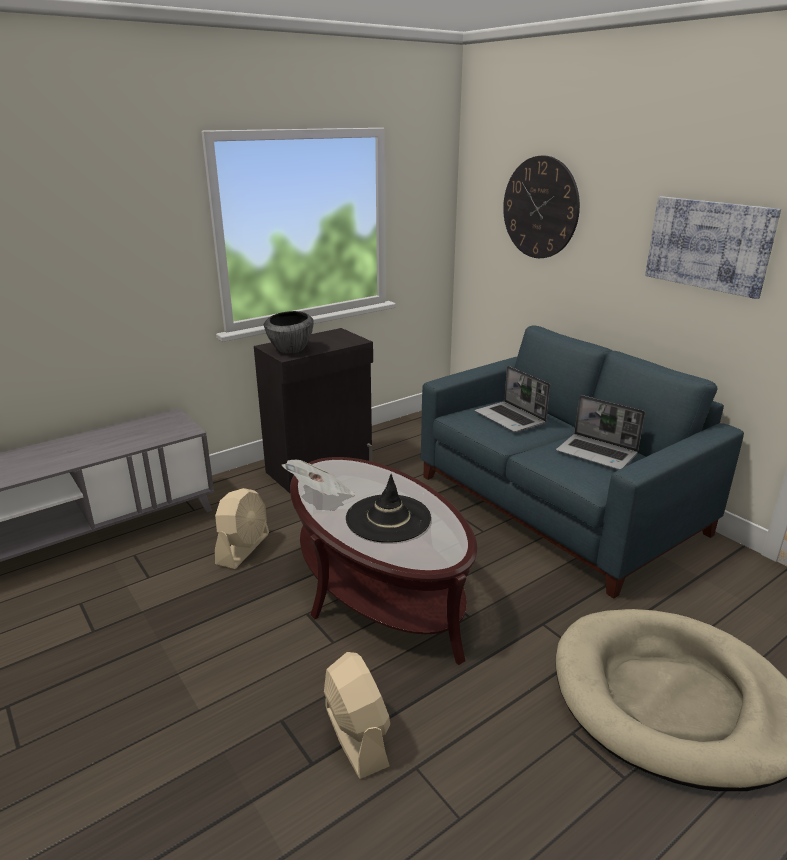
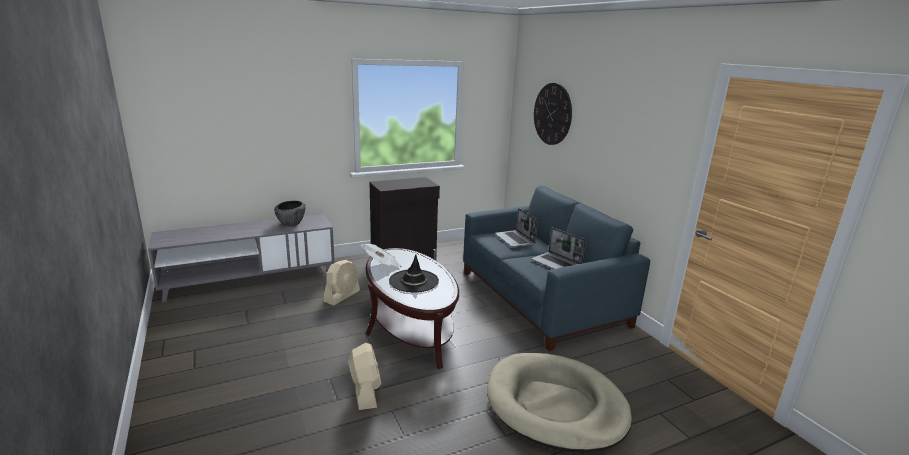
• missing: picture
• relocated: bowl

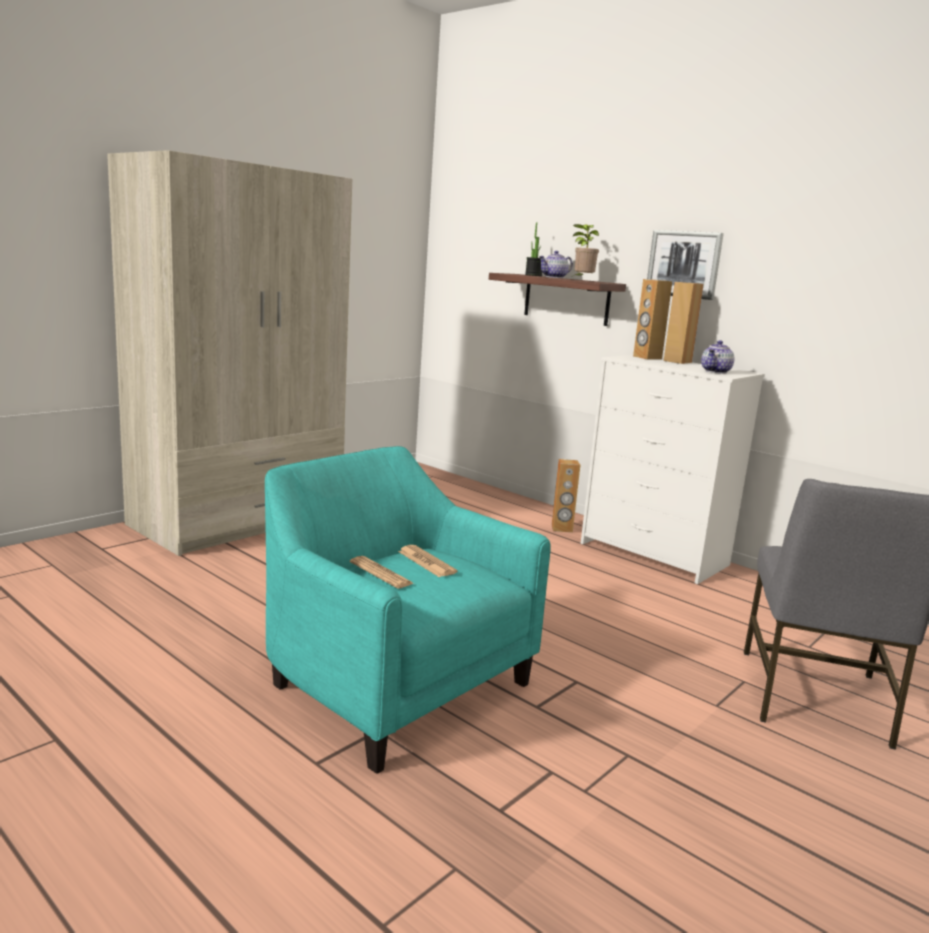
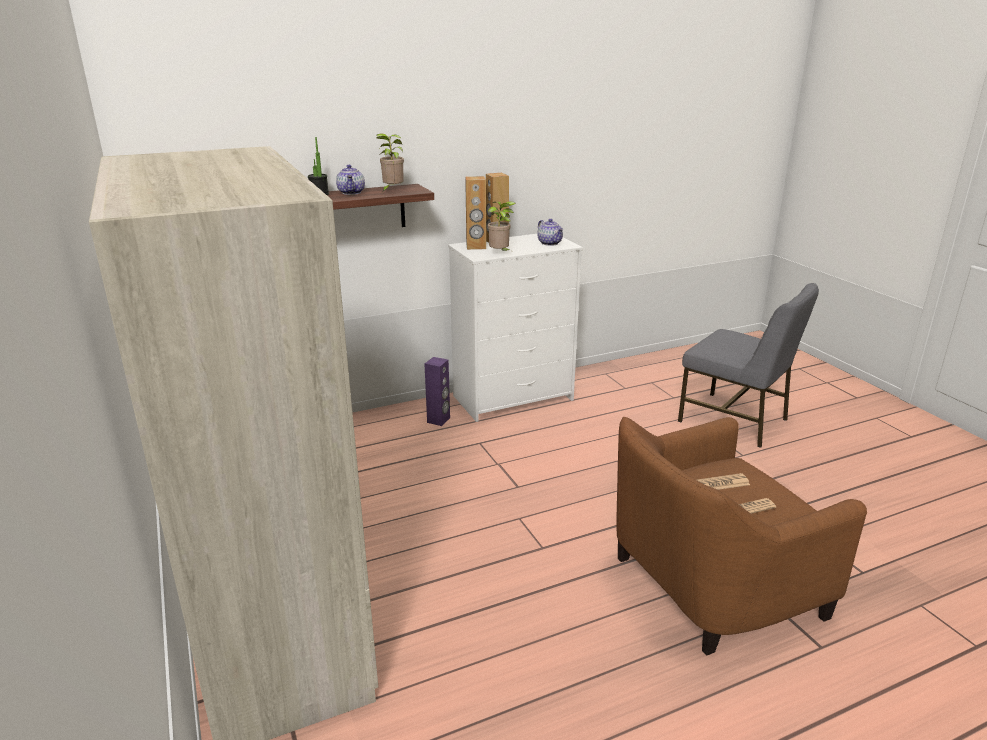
• missing: picture
• appeared: potted plant (no. 3 from left)
• colour: turquoise armchair to brown armchair
• colour: brown speaker (no. 1 from left) to purple speaker

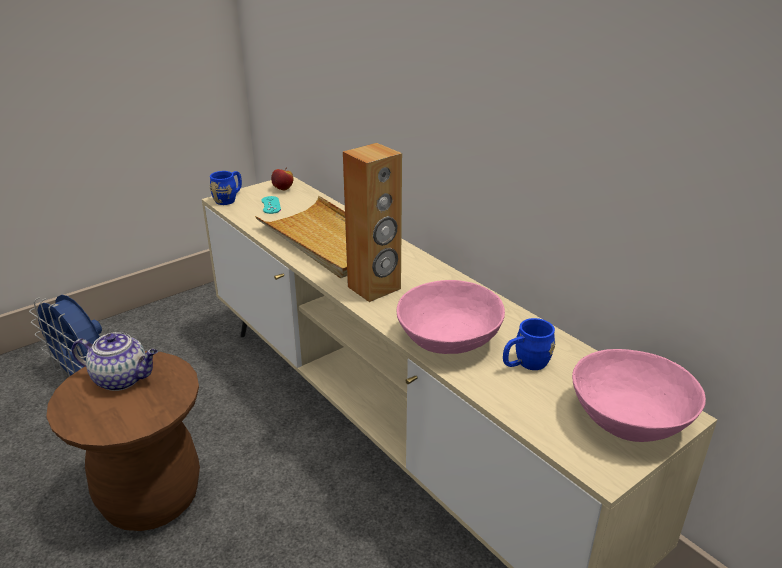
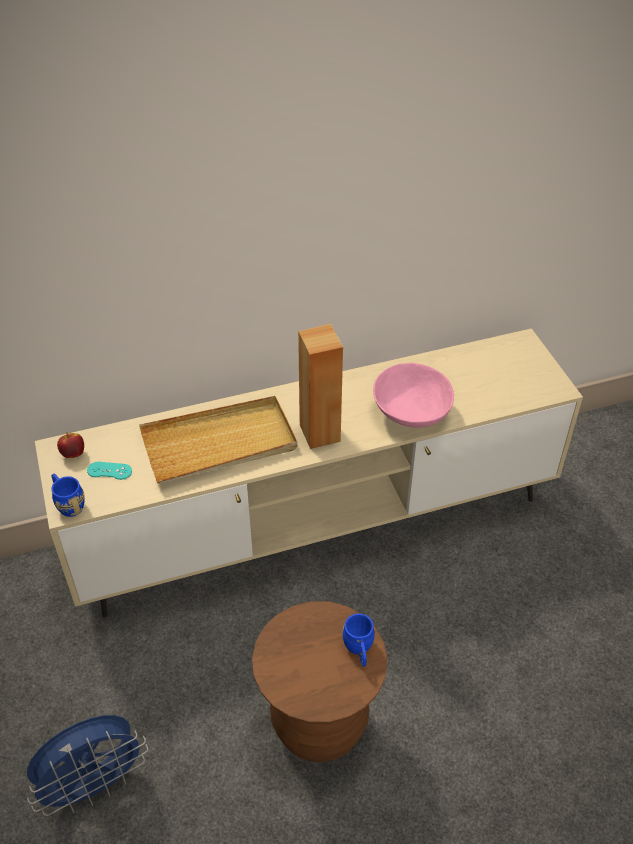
• missing: teapot
• missing: pink bowl (no. 2 from left)
• relocated: blue mug (no. 2 from left)

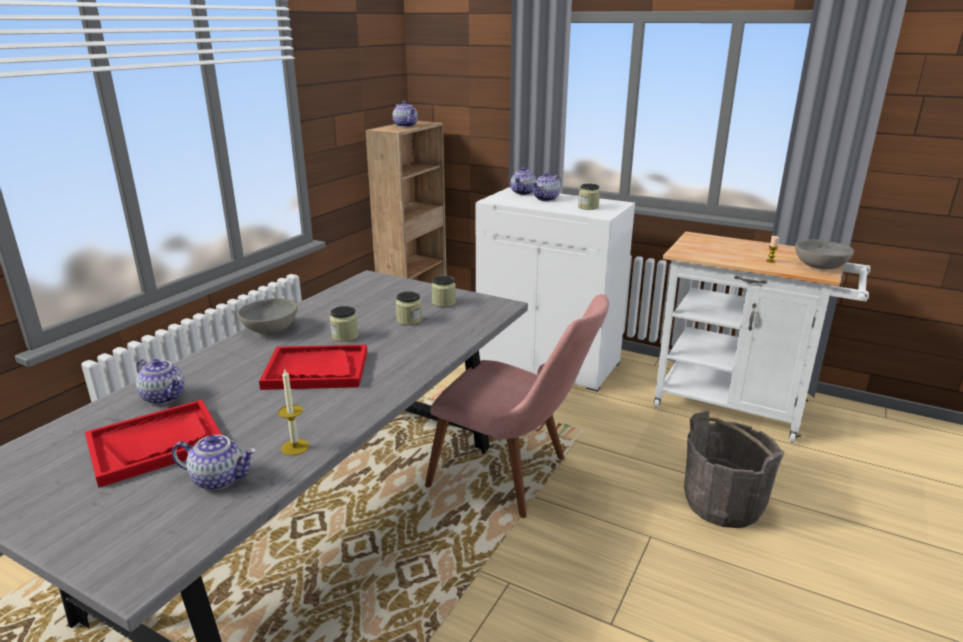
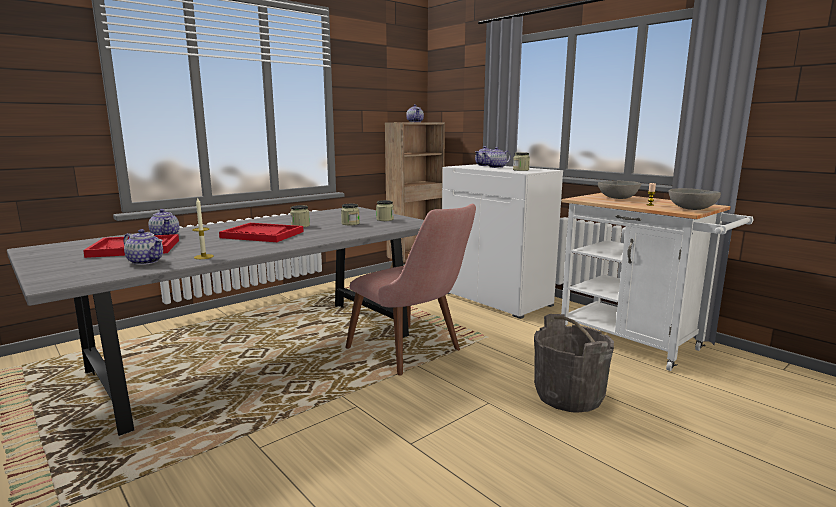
• relocated: grey bowl (no. 1 from left)

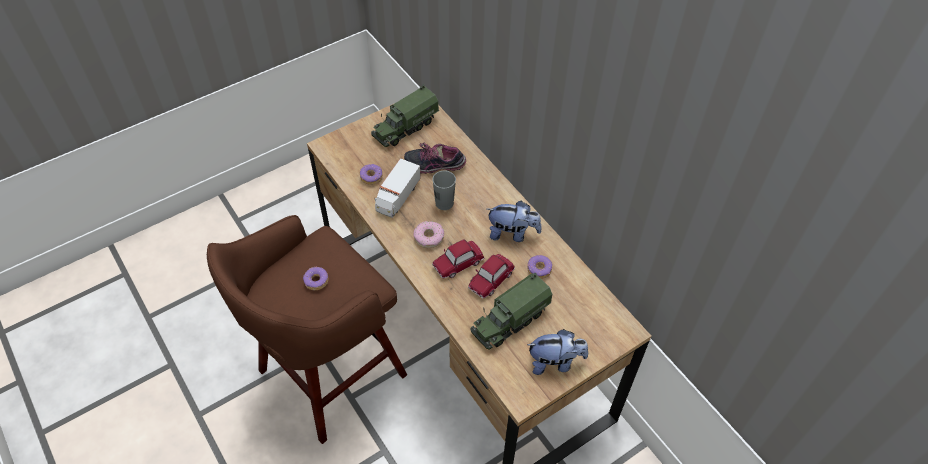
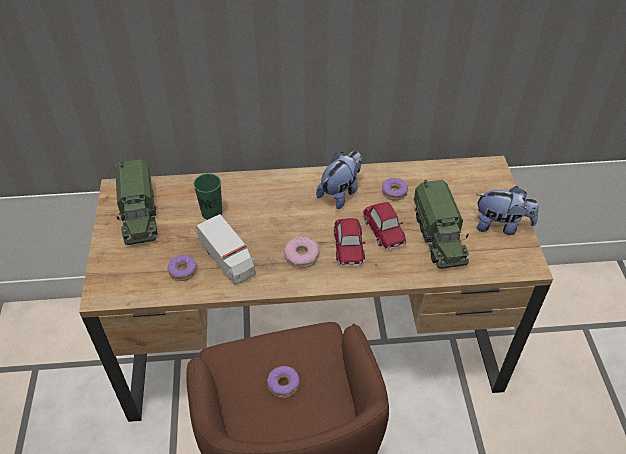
• missing: grey cup
• exchanged: shoe to green cup
• spun: plush toy (no. 2 from left) 75 degrees clockwise

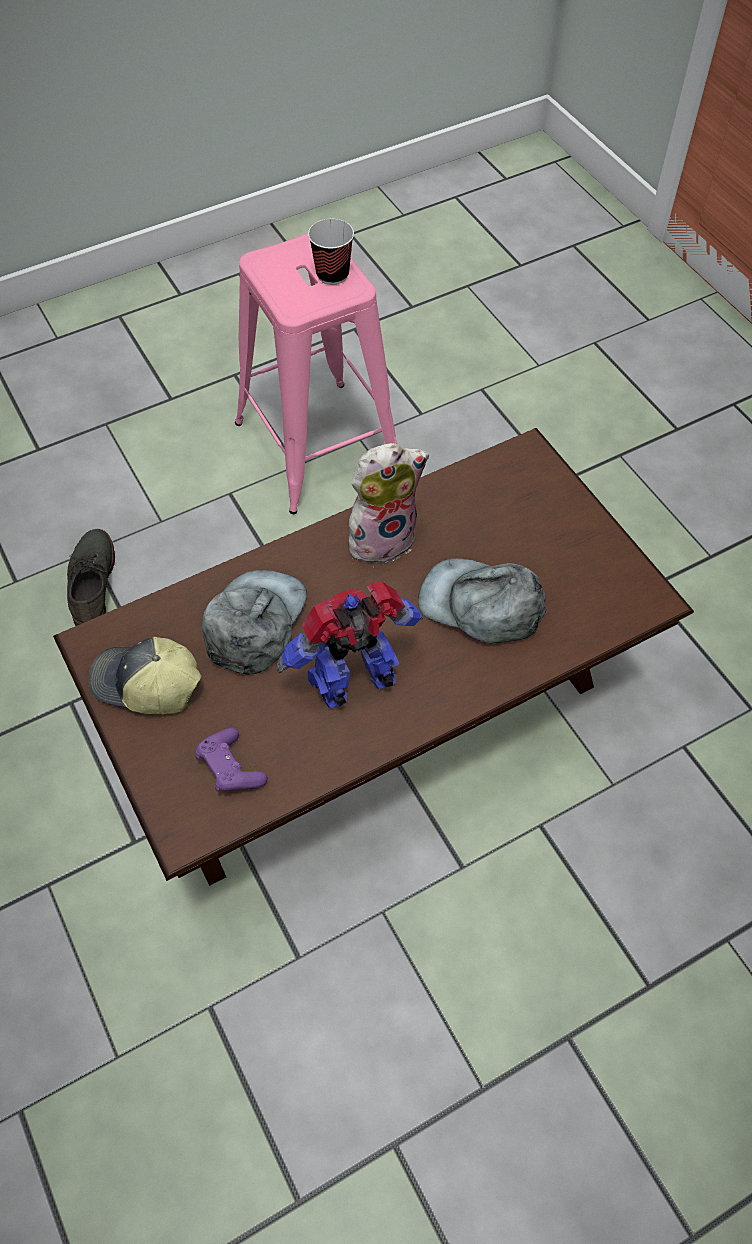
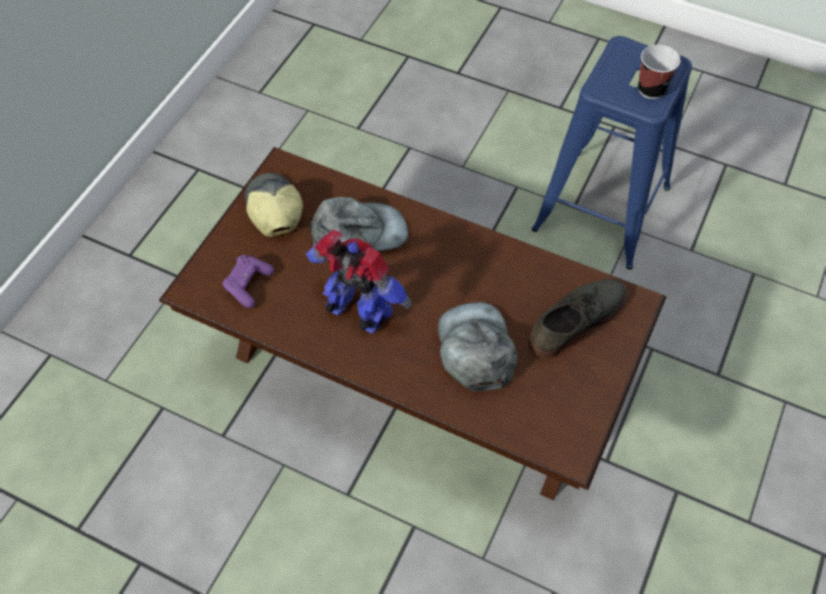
• missing: plush toy
• relocated: grey shoe
• colour: pink stool to blue stool

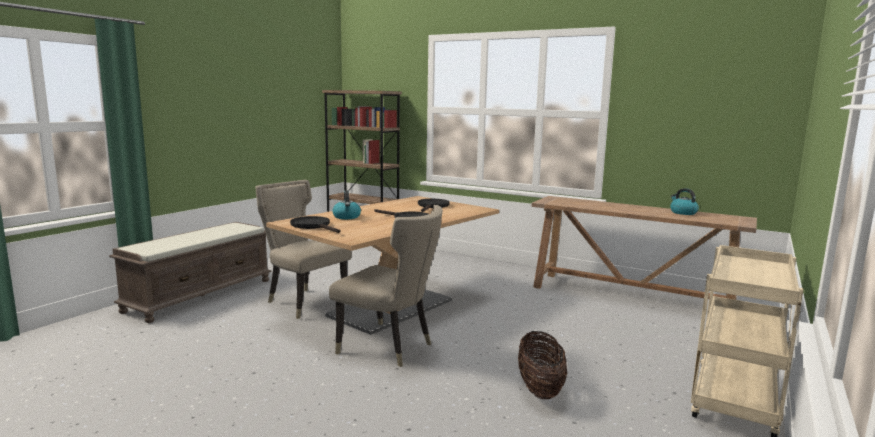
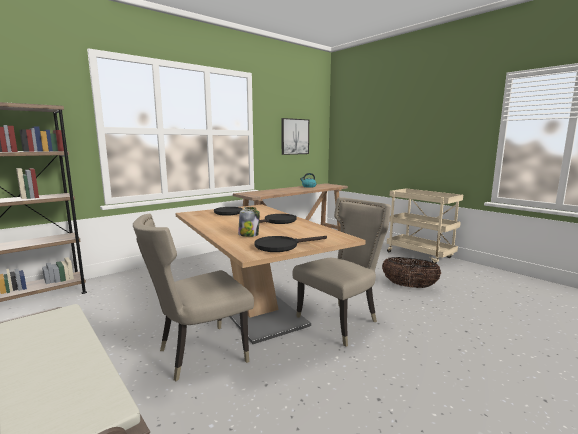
• appeared: picture
• exchanged: kettle (no. 1 from left) to jar

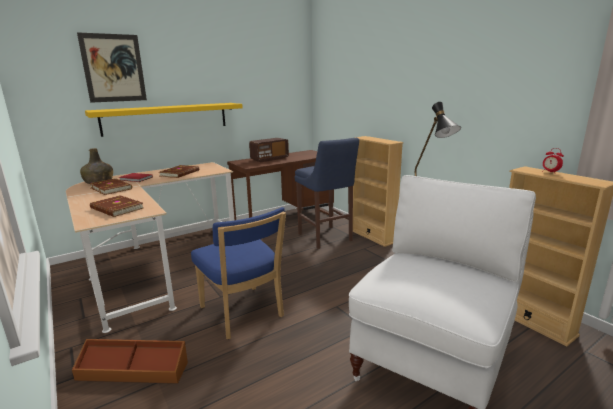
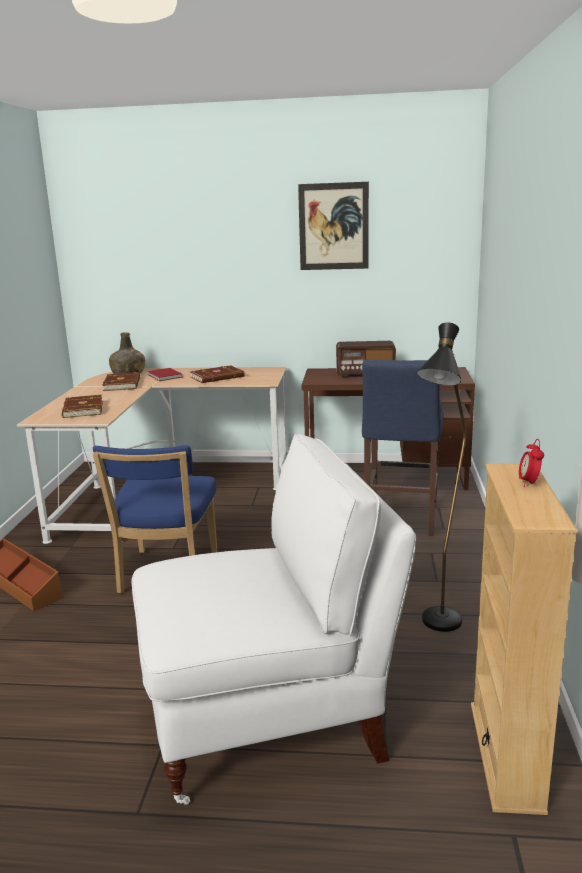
• missing: yellow shelf
• missing: beige bookcase (no. 1 from left)
• relocated: picture

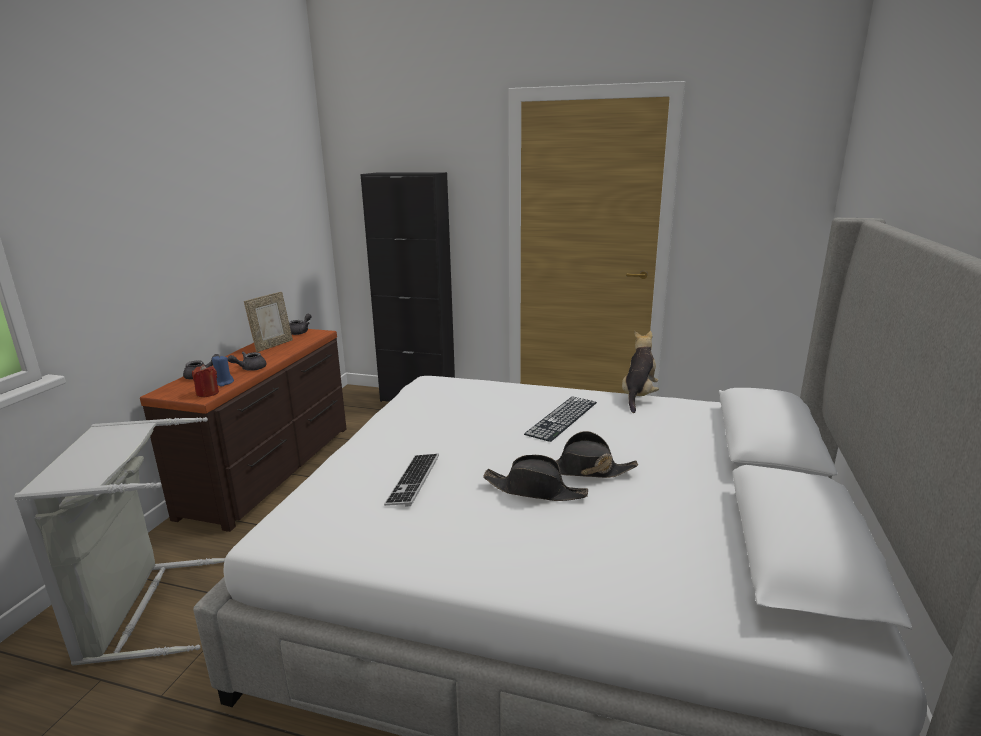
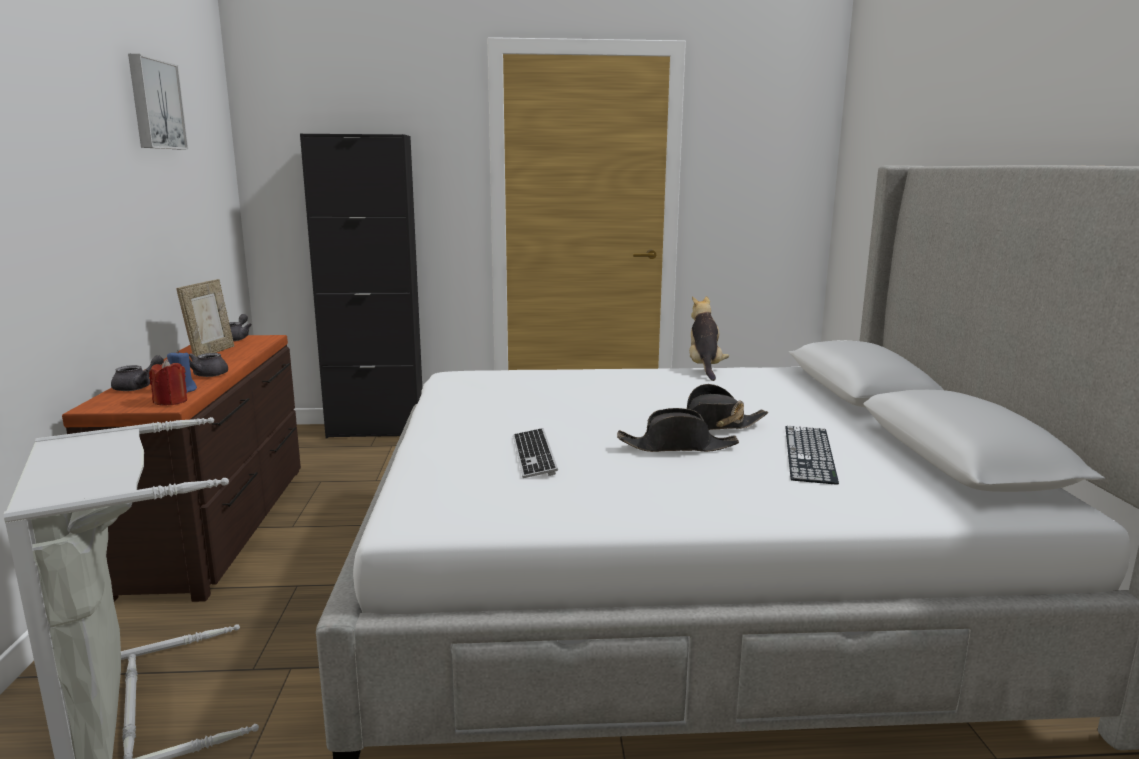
• appeared: picture
• relocated: keyboard (no. 2 from left)

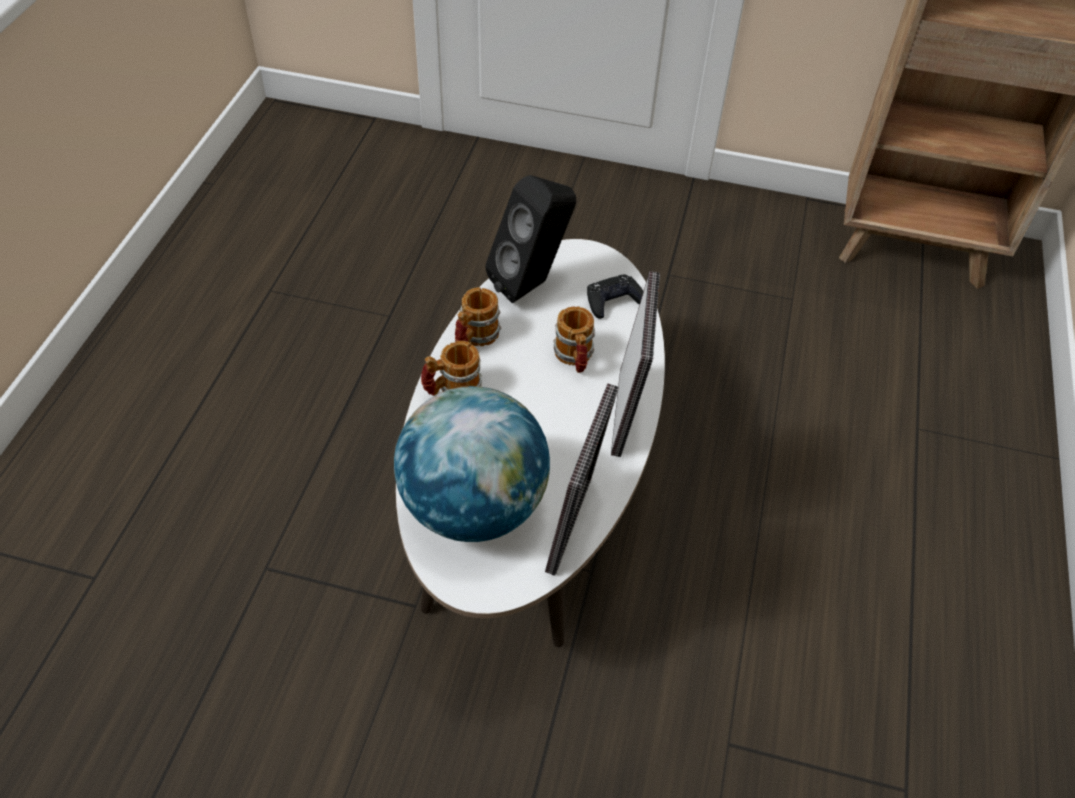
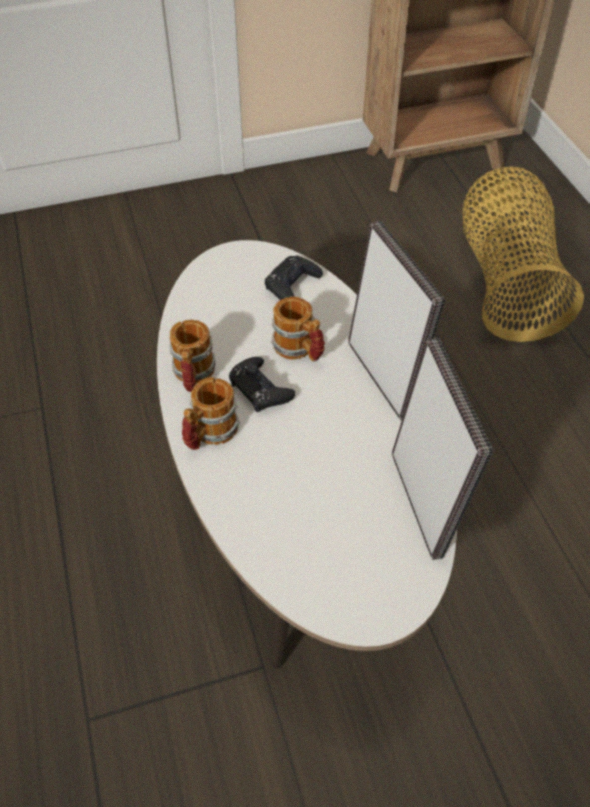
• missing: globe
• missing: black speaker
• appeared: black game controller (no. 1 from left)
• appeared: basket

